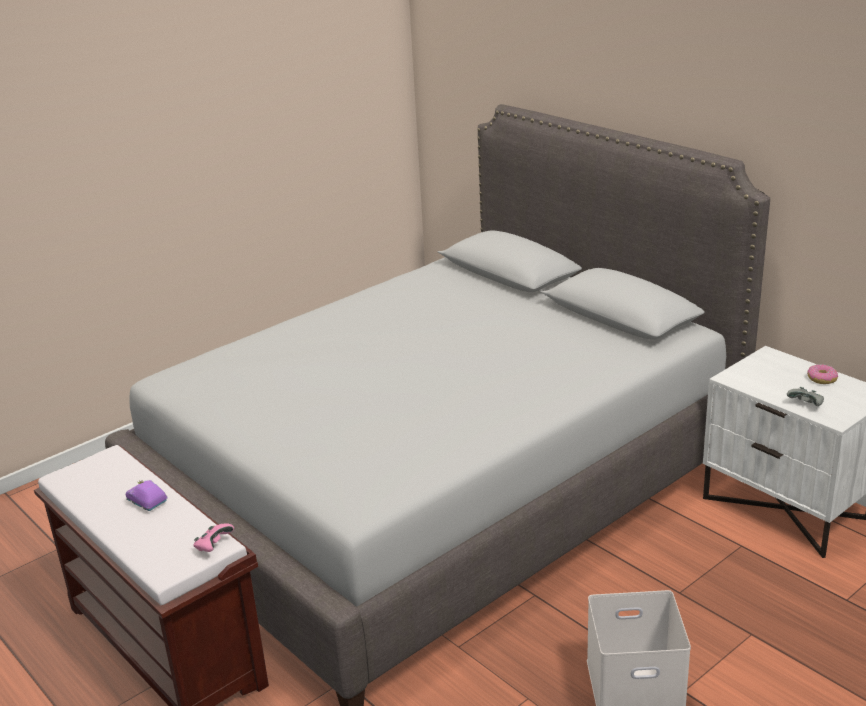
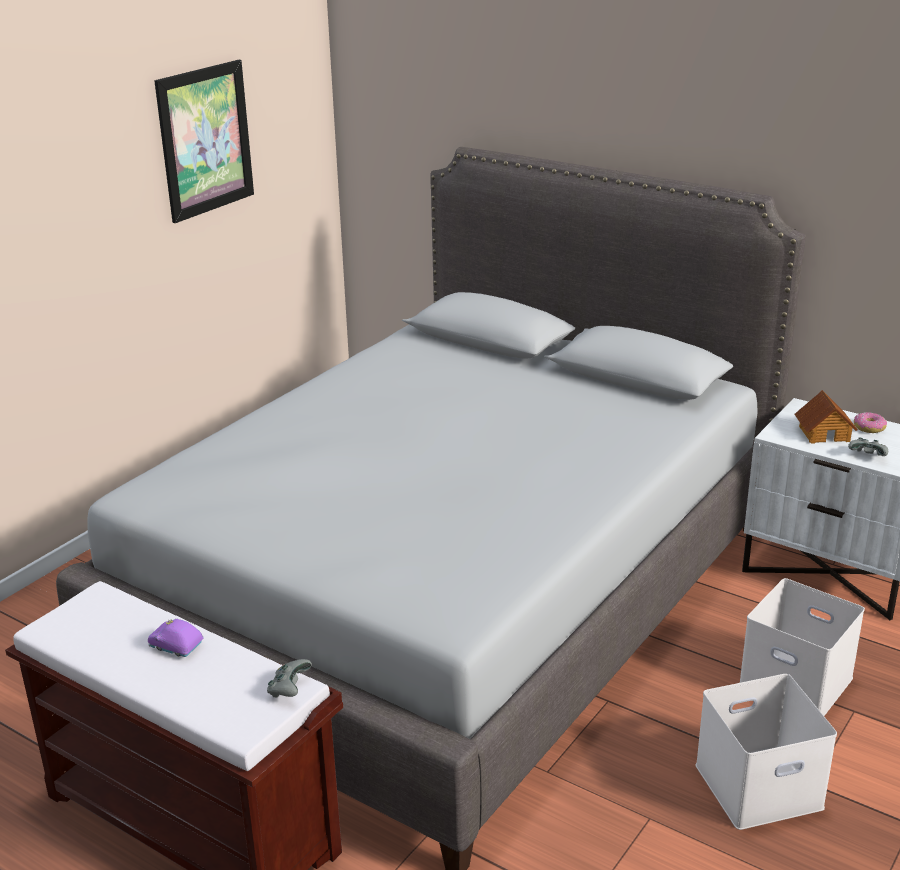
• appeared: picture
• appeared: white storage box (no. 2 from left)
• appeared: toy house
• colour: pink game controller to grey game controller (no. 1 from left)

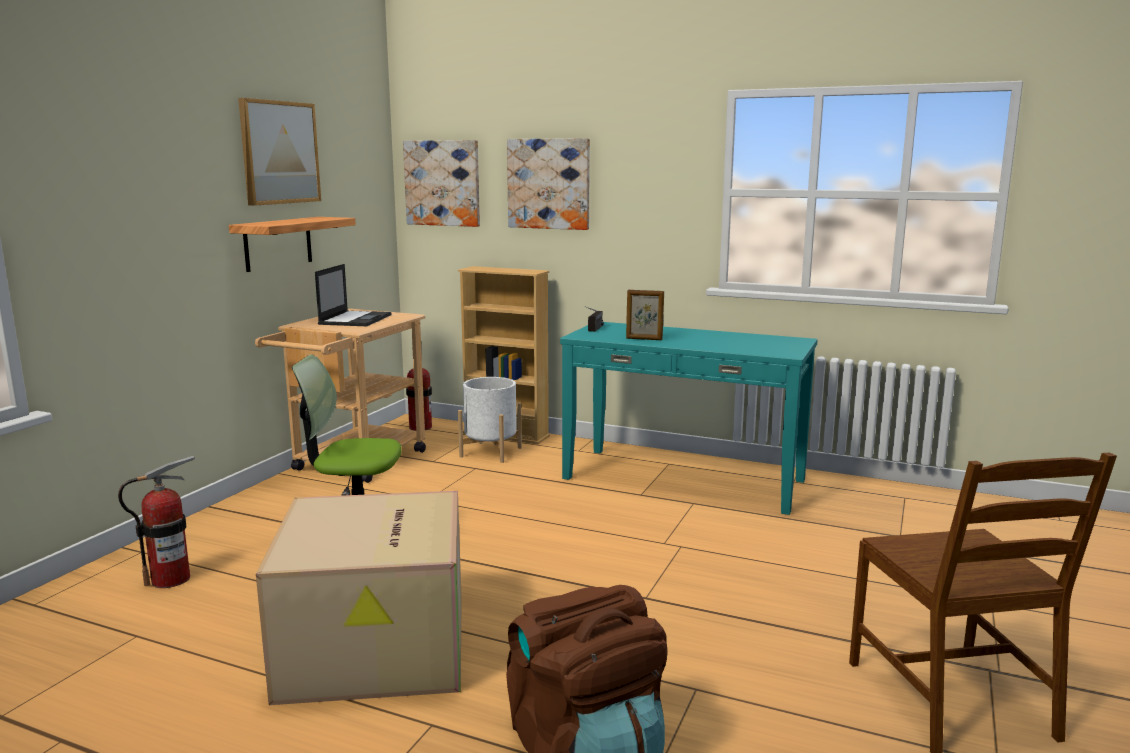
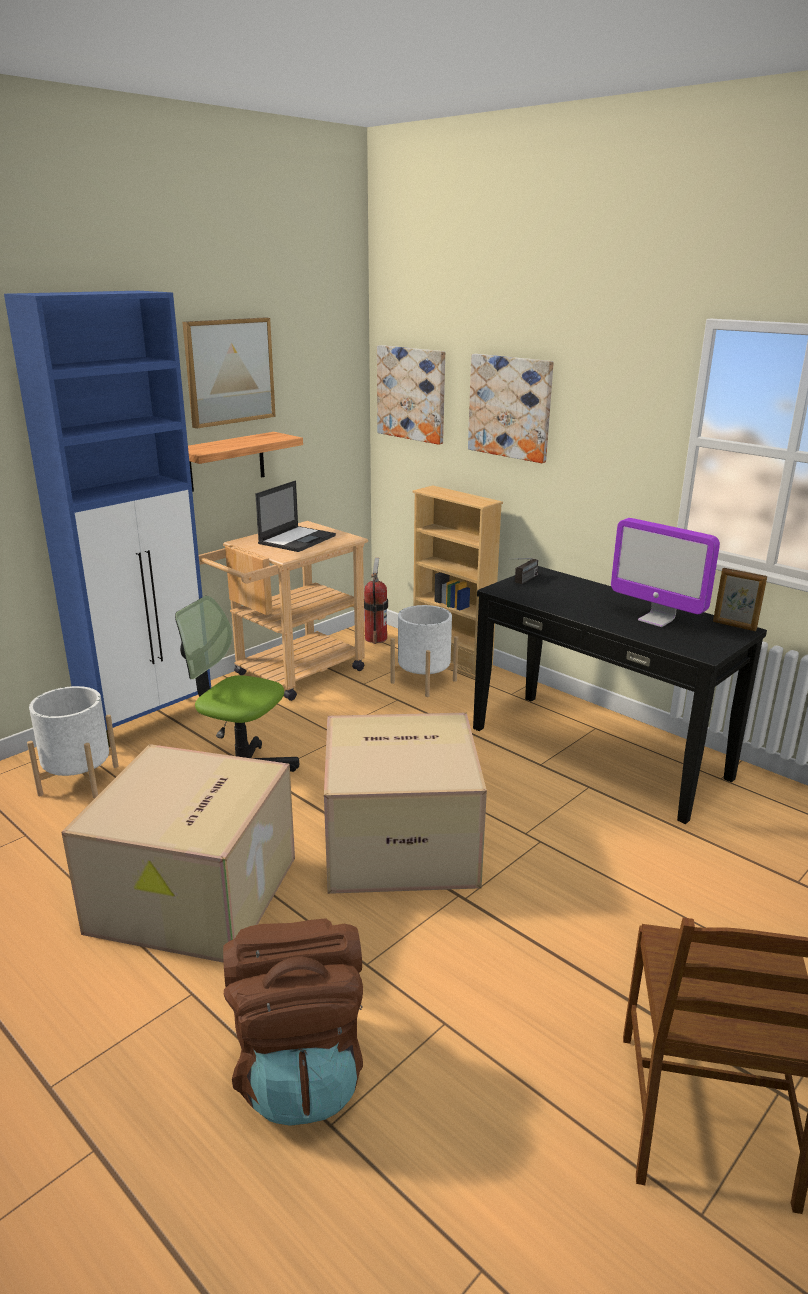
• appeared: blue cabinet
• appeared: cardboard box (no. 2 from left)
• appeared: monitor
• relocated: picture frame
• exchanged: fire extinguisher (no. 1 from left) to white planter (no. 1 from left)
• colour: turquoise console table to black console table

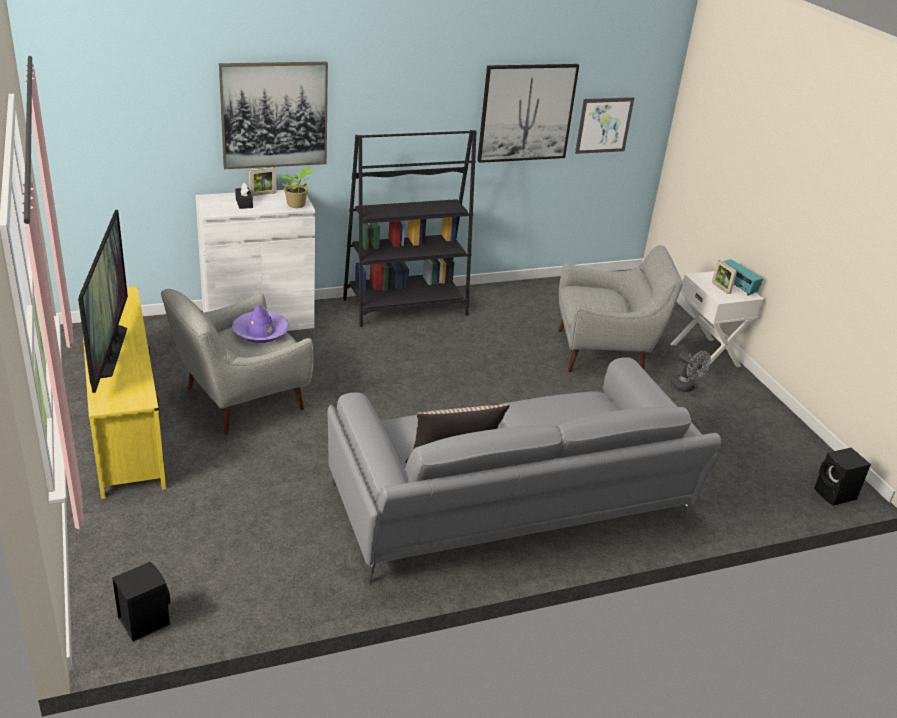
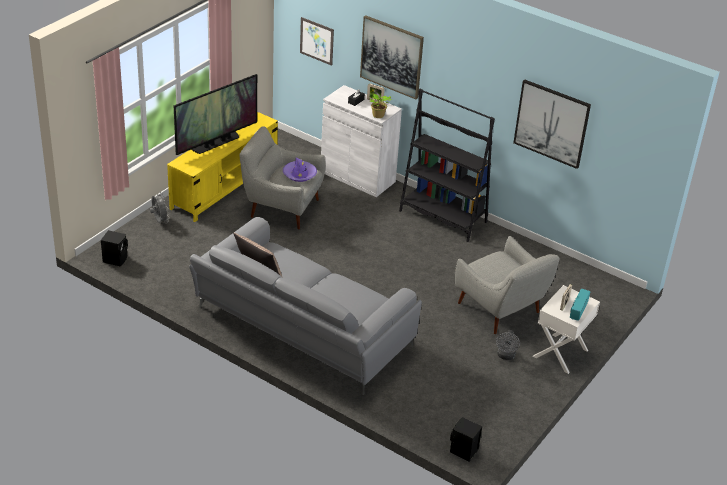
• appeared: grey fan (no. 1 from left)
• relocated: picture (no. 3 from left in the first image) to picture (no. 1 from left)

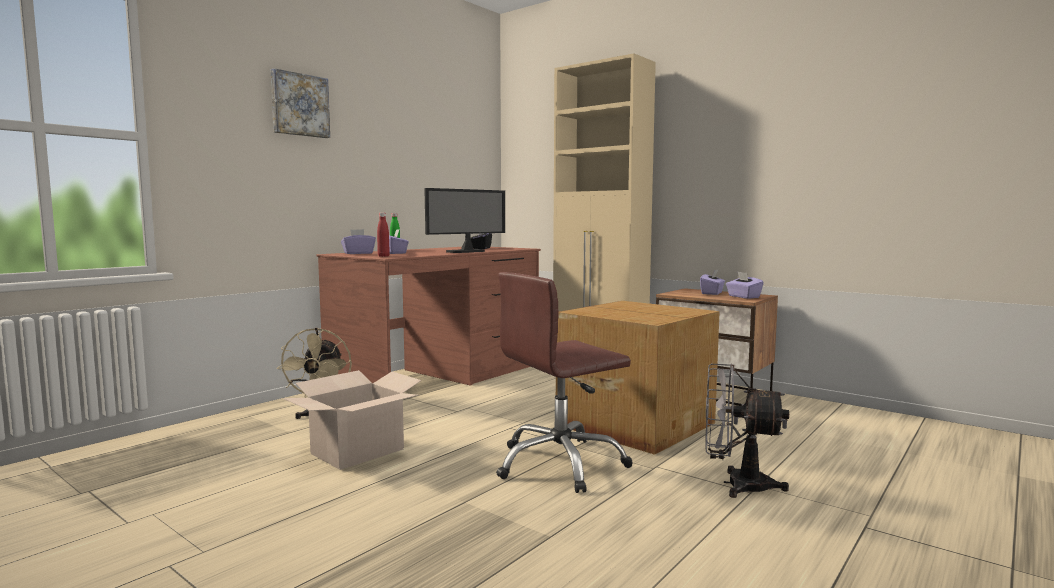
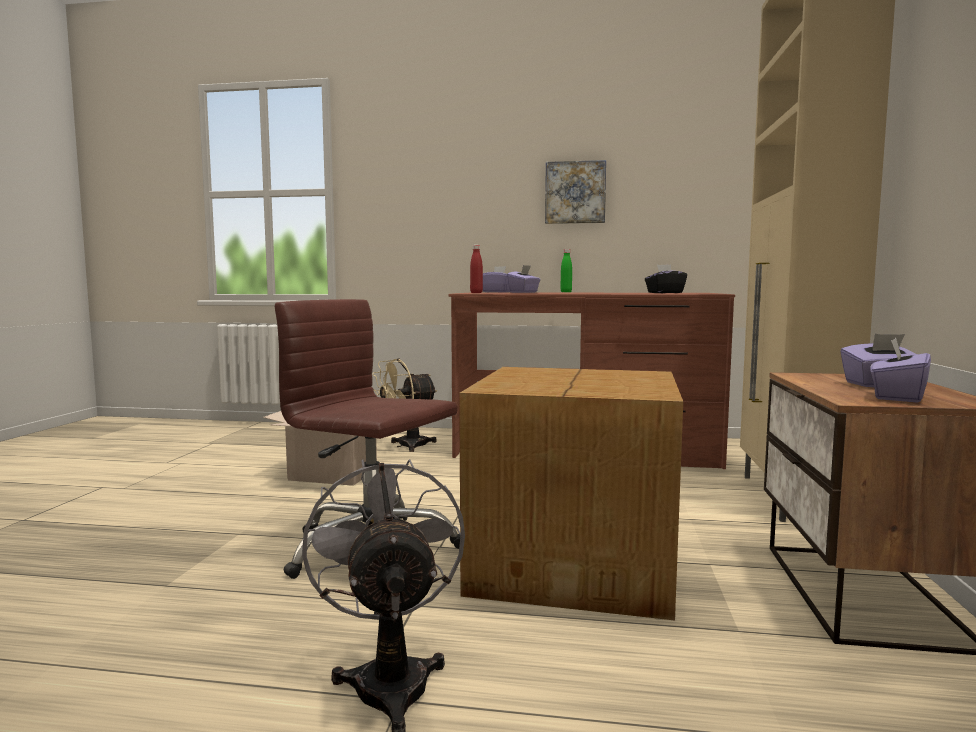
• missing: monitor
• relocated: picture

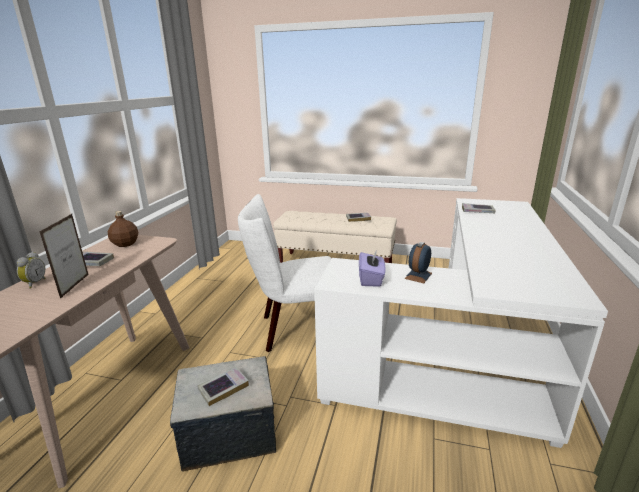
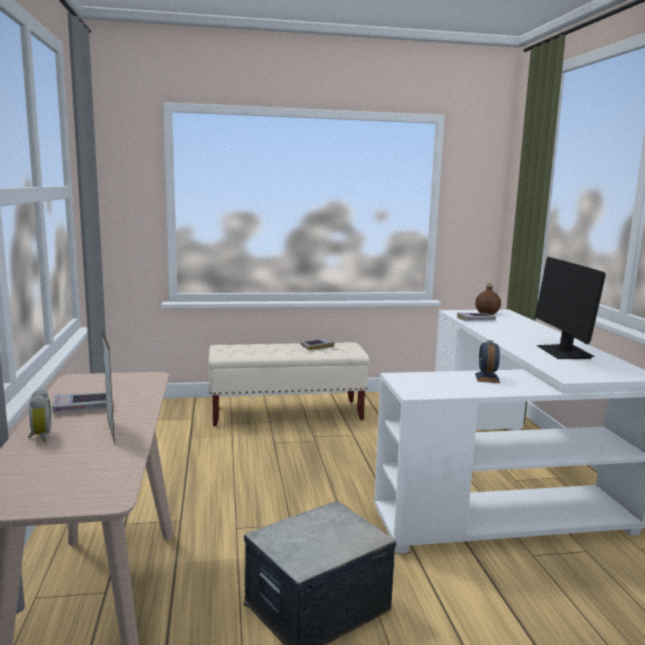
• missing: book (no. 2 from left)
• missing: white chair
• missing: purple tissue box
• appeared: monitor
• relocated: brown bottle

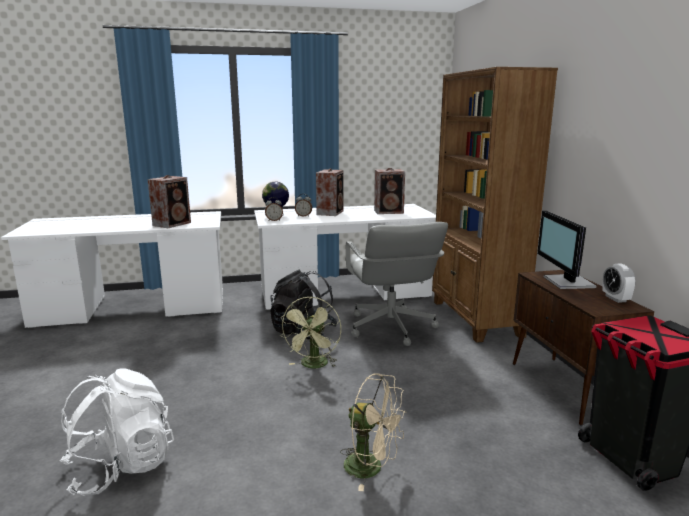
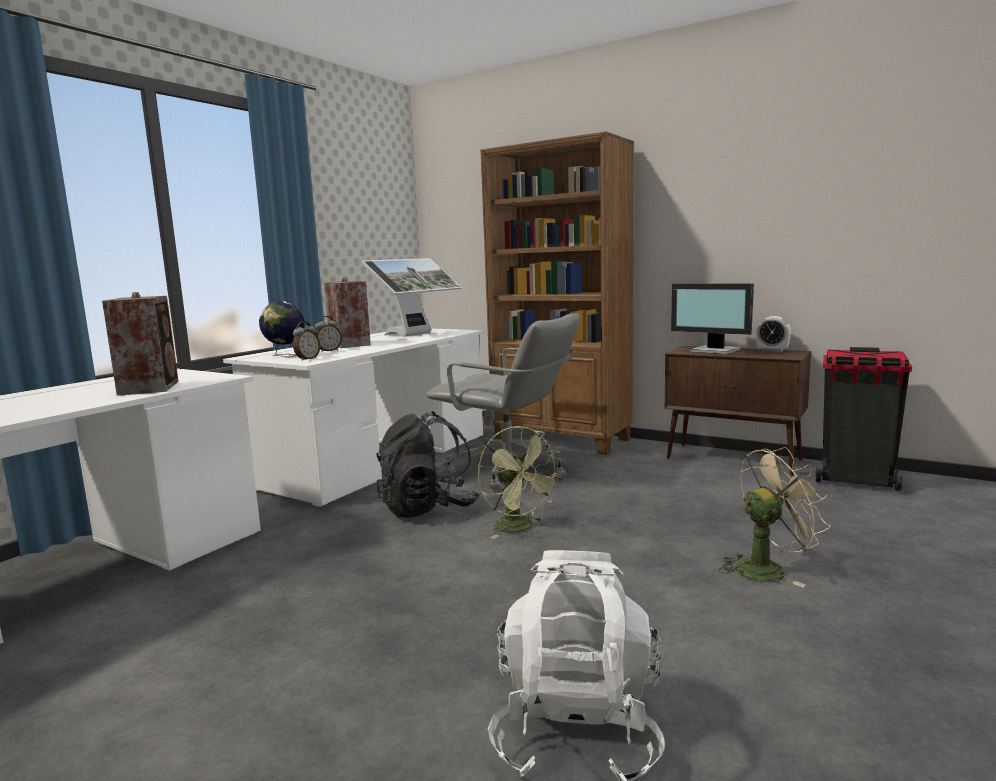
• exchanged: speaker (no. 3 from left) to monitor (no. 1 from left)

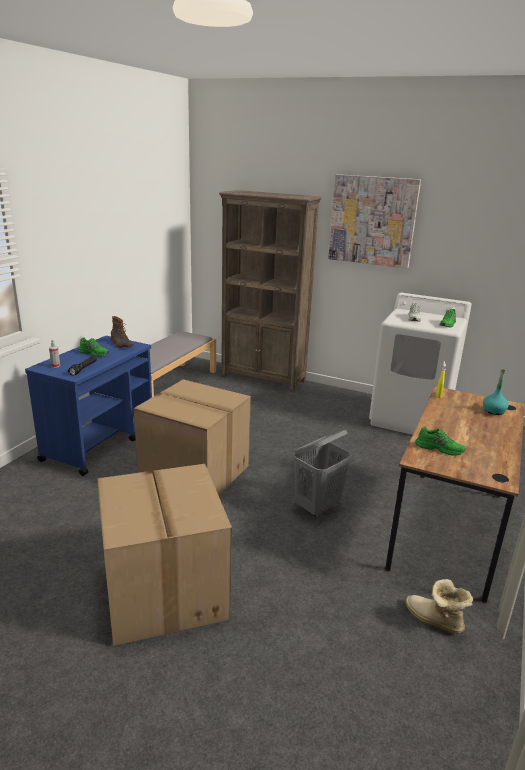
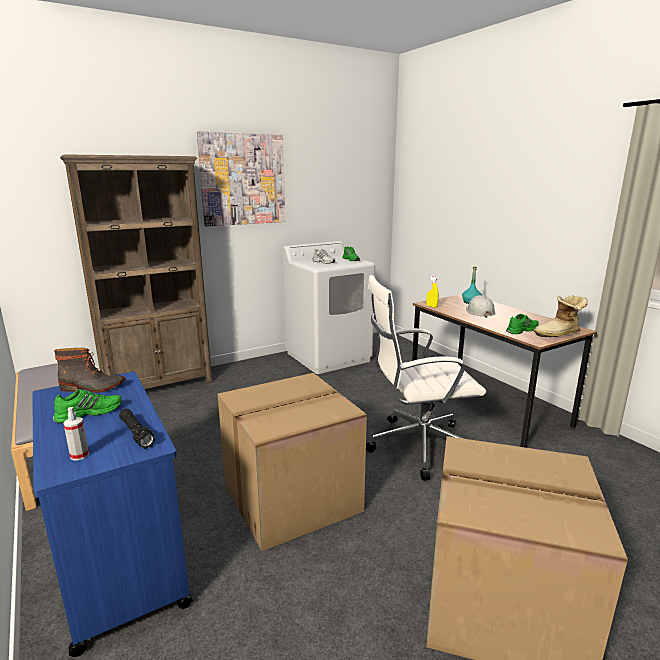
• appeared: white hard hat
• relocated: boot (no. 2 from left)
• exchanged: grey laundry basket to white office chair

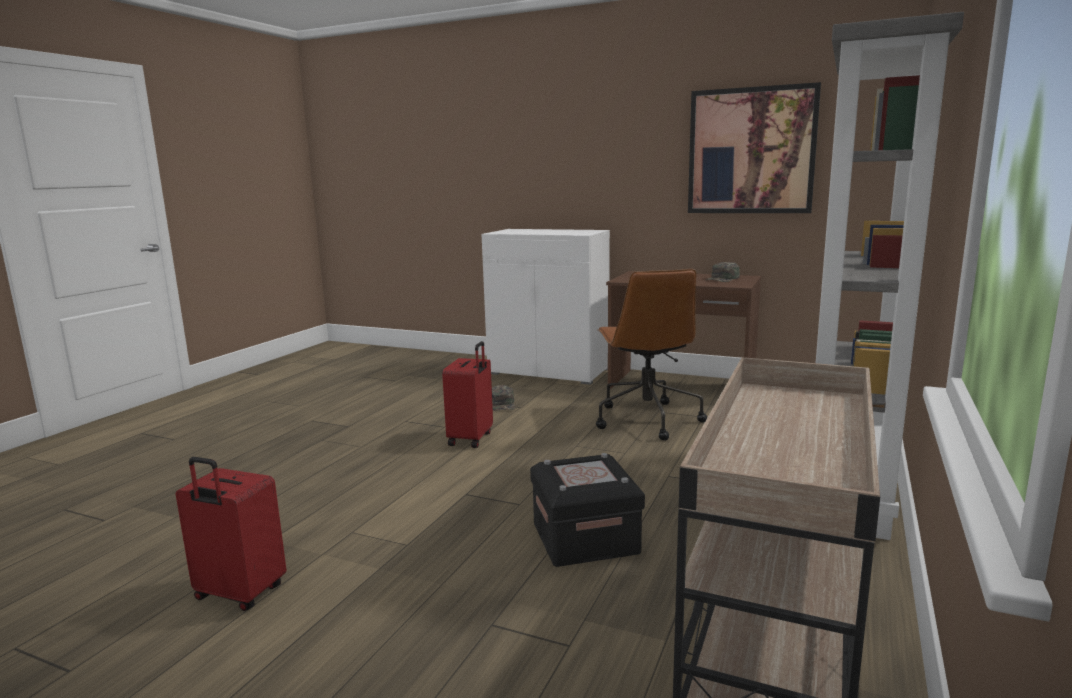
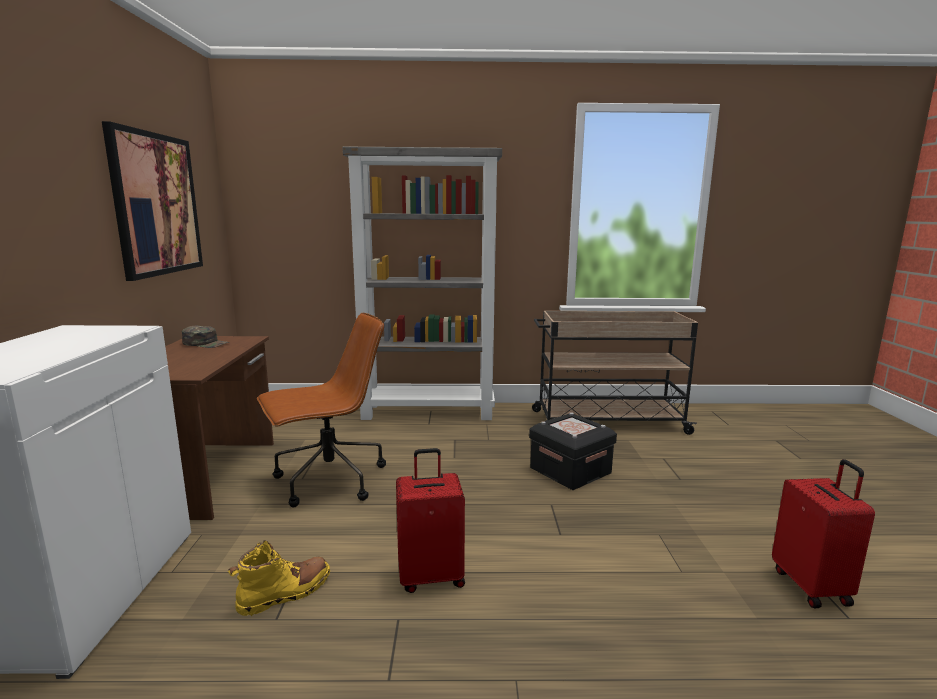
• exchanged: green cap (no. 1 from left) to yellow boot

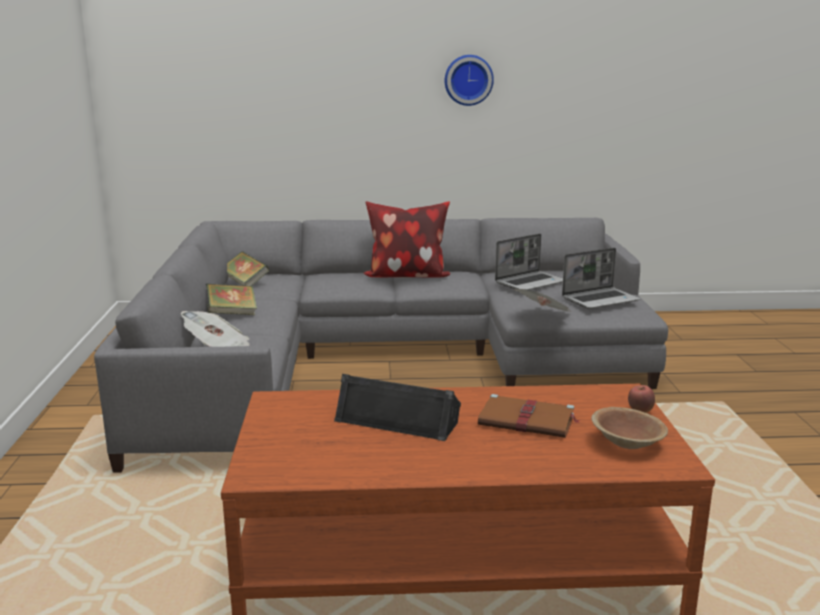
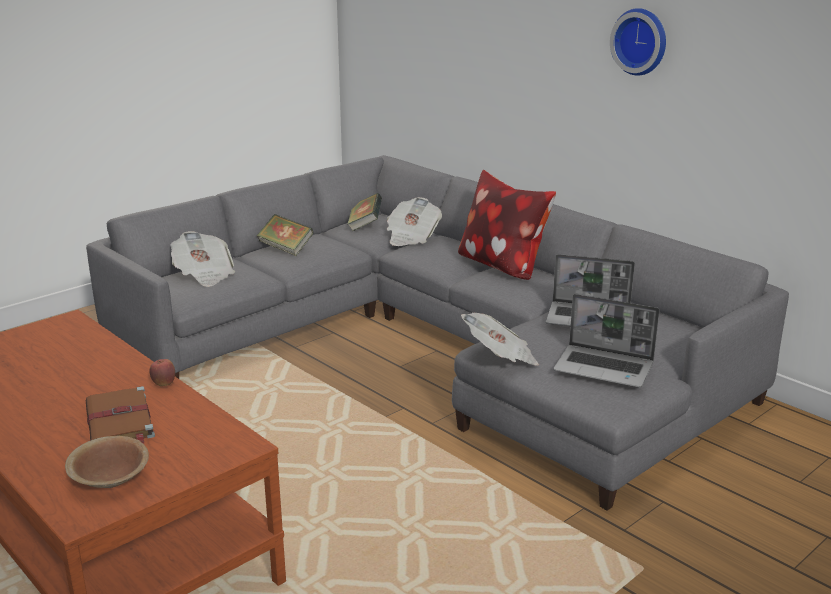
• missing: black speaker
• appeared: newspaper (no. 2 from left)
• relocated: apple

